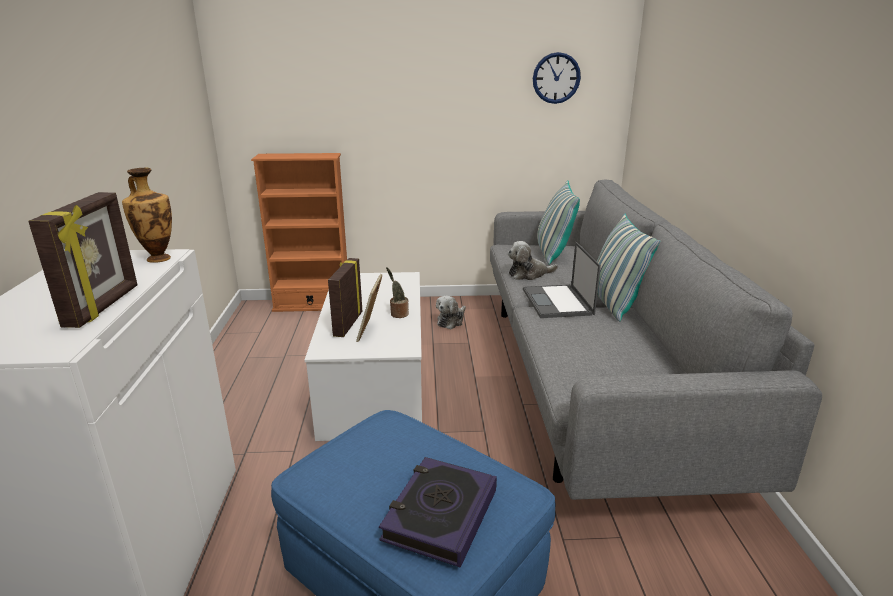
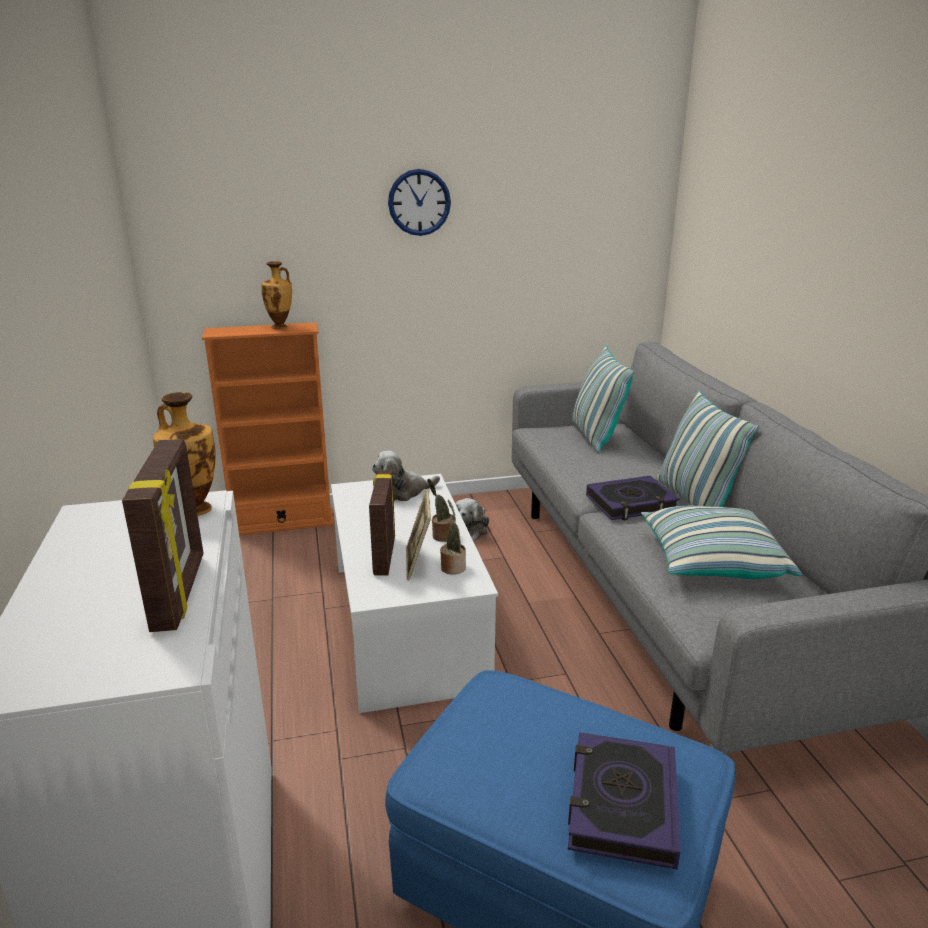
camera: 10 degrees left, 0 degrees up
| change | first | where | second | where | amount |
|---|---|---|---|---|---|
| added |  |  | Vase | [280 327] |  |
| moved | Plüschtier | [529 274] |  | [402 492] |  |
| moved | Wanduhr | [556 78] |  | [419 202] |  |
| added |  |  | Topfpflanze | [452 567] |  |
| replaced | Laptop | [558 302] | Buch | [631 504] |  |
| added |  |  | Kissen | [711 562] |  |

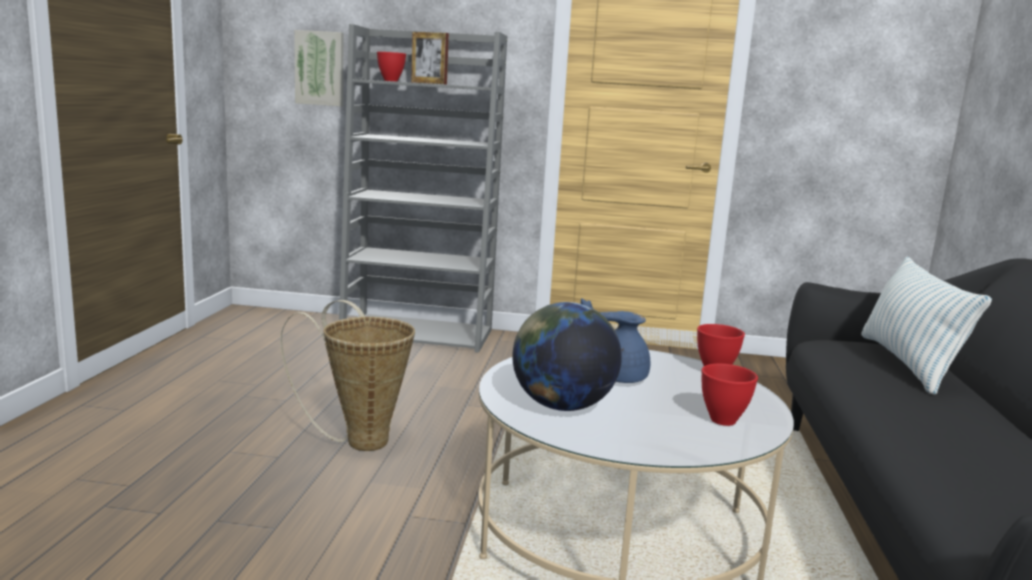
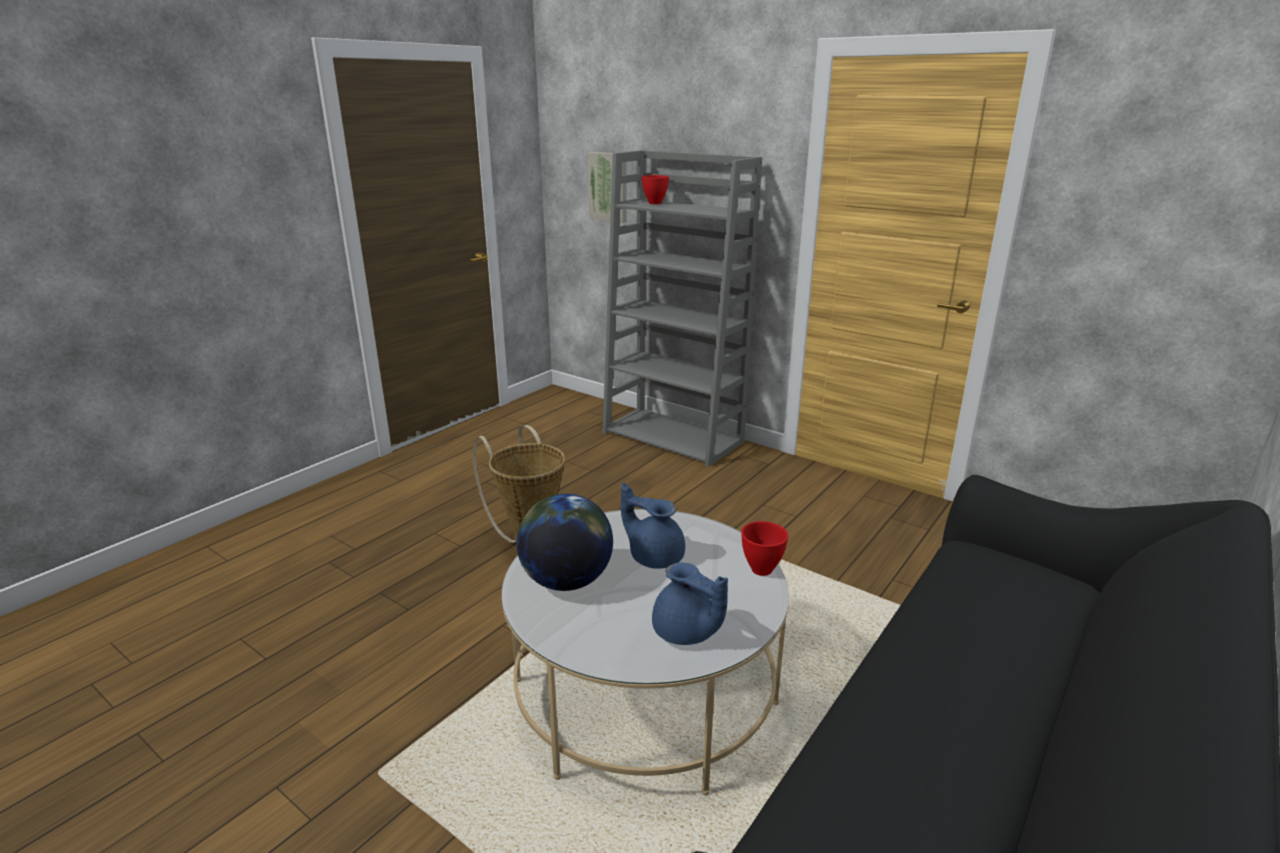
camera: 30 degrees right, 10 degrees up
| change | first | where | second | where | amount |
|---|---|---|---|---|---|
| replaced | Schüssel [rot] | [723 421] | Teekanne [blau] | [686 633] |  |
| removed | Bilderrahmen | [428 83] |  |  |  |
| removed | Kissen | [907 364] |  |  |  |

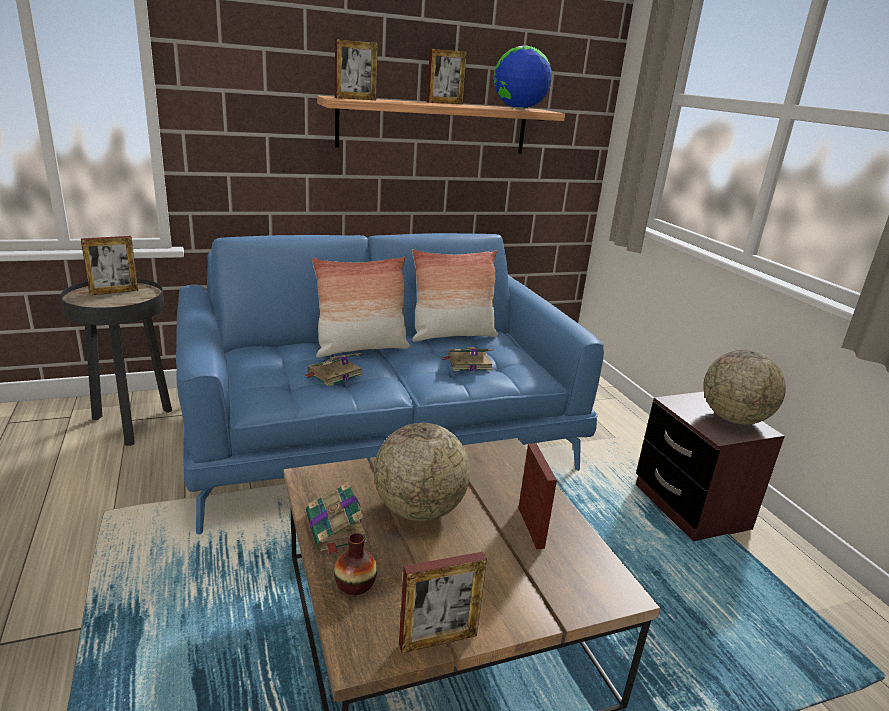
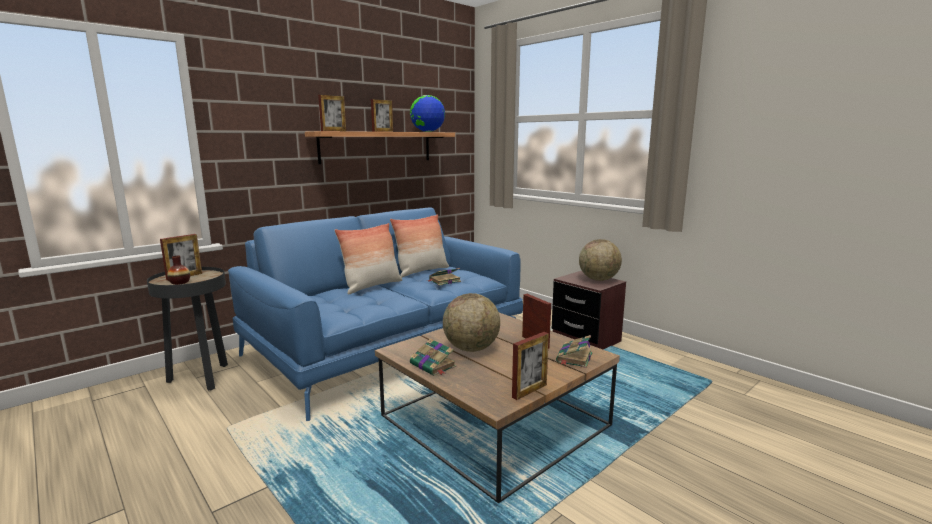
camera: 20 degrees left, 10 degrees down
| change | first | where | second | where | amount |
|---|---|---|---|---|---|
| moved | Vase | [355 584] |  | [180 282] |  |
| moved | Buch | [334 374] |  | [574 358] |  |

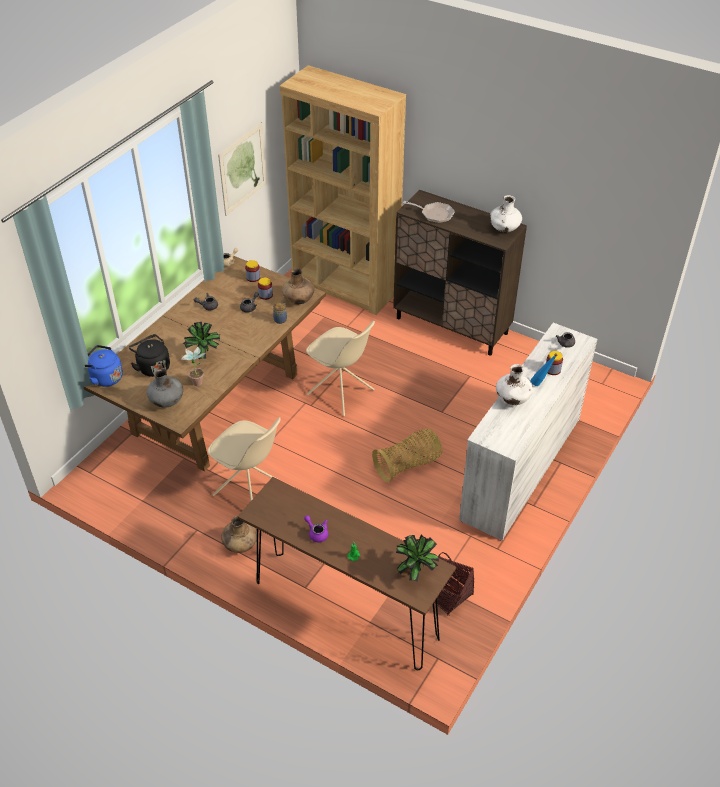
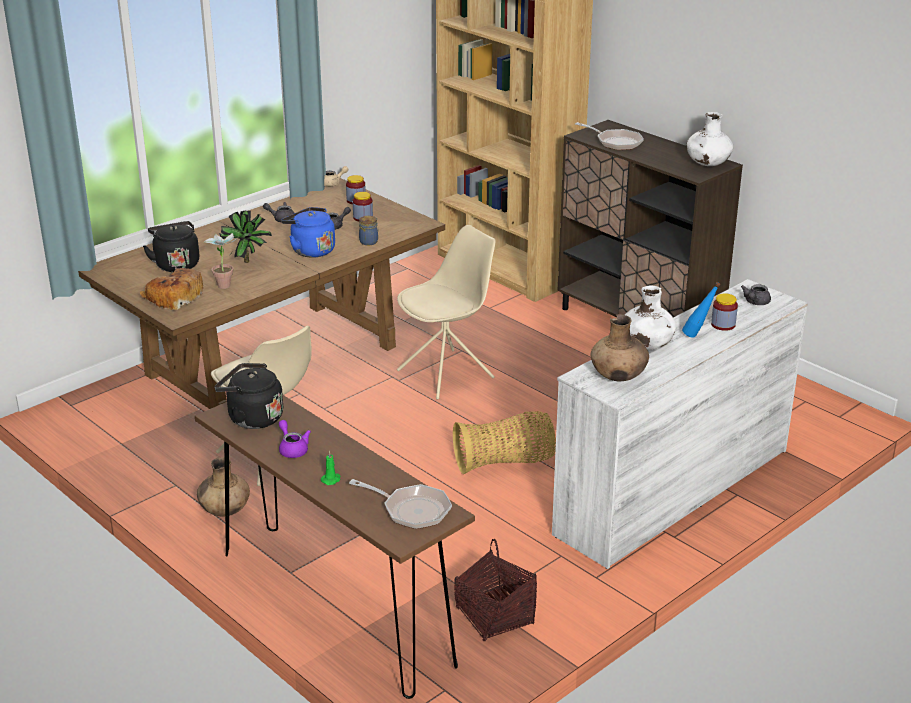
camera: 15 degrees right, 15 degrees down
| change | first | where | second | where | amount |
|---|---|---|---|---|---|
| replaced | Vase [grau] | [167 401] | Brot | [174 297] |  |
| added |  |  | Wasserkessel [schwarz] | [252 418] |  |
| moved | Wasserkessel [blau] | [104 378] |  | [310 250] |  |
| replaced | Topfpflanze | [415 571] | Pfanne | [411 510] |  |
| turned | Stuhl [beige] | [341 393] |  | [447 374] | 90 degrees counterclockwise |
| moved | Vase [braun] | [299 300] |  | [618 376] |  |
| removed | Bild | [242 169] |  |  |  |

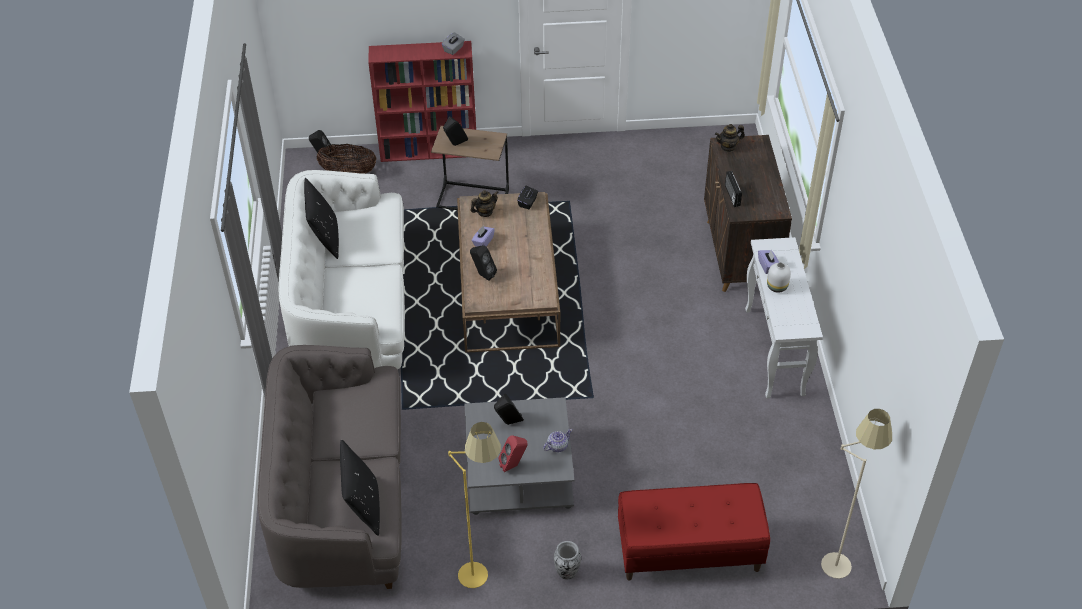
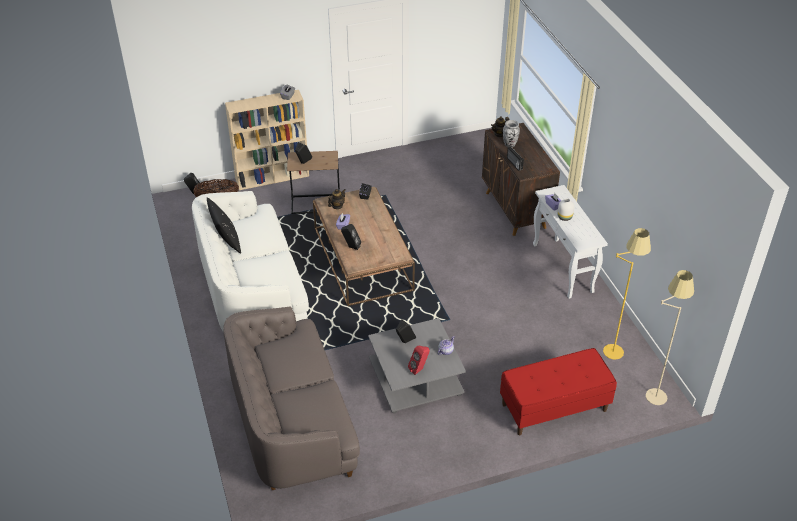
camera: 15 degrees left, 5 degrees down
| change | first | where | second | where | amount |
|---|---|---|---|---|---|
| recoloured | Bücherregal [rot] | [430 150] | Bücherregal [beige] | [273 177] |  |
| moved | Vase | [567 573] |  | [510 145] |  |
| moved | Stehlampe [gelb] | [481 565] |  | [615 345] |  |
| removed | Kissen [schwarz] | [363 507] |  |  |  |

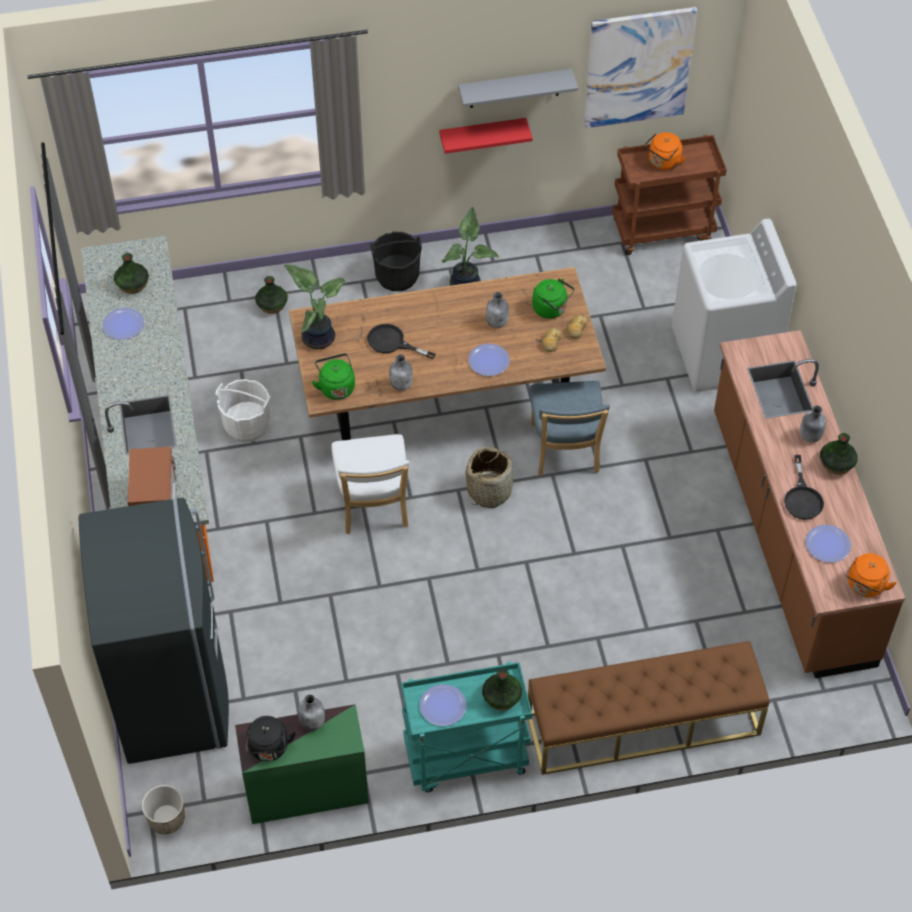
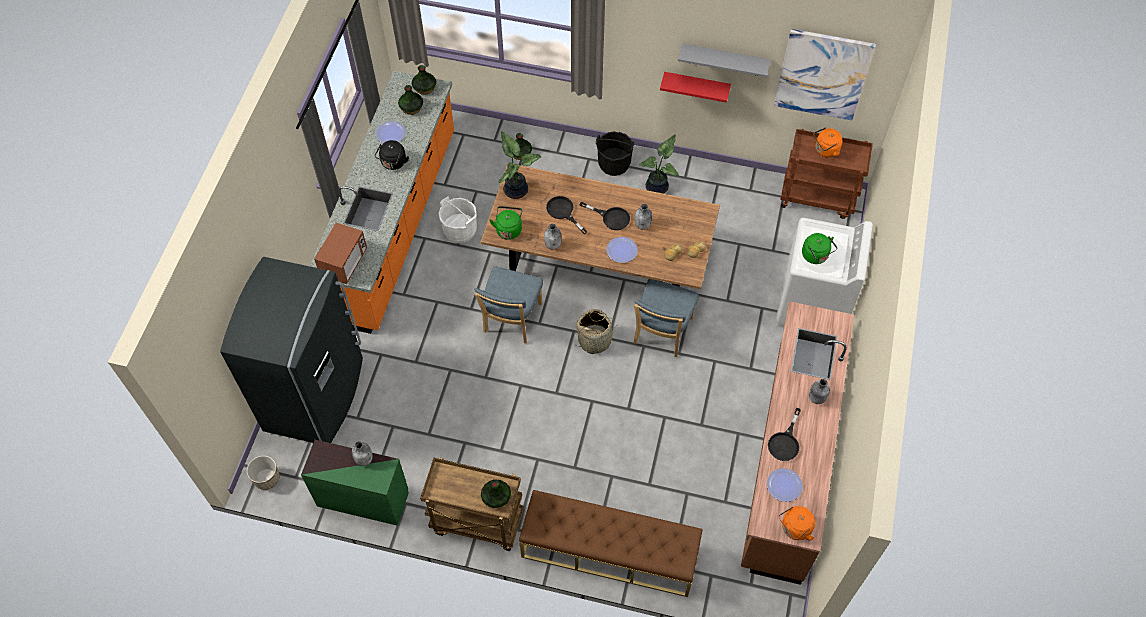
camera: 25 degrees right, 5 degrees up
| change | first | where | second | where | amount |
|---|---|---|---|---|---|
| moved | Wasserkessel [schwarz] | [269 749] |  | [393 163] |  |
| moved | Vase | [836 464] |  | [424 88] |  |
| recoloured | Rollwagen [türkis] | [465 758] | Rollwagen [braun] | [476 523] |  |
| recoloured | Stuhl [weiß] | [373 507] | Stuhl [blau] | [511 320] |  |
| added |  |  | Pfanne [schwarz] | [611 217] |  |
| moved | Wasserkessel [grün] | [551 309] |  | [816 256] |  |
| removed | Teller | [443 706] |  |  |  |

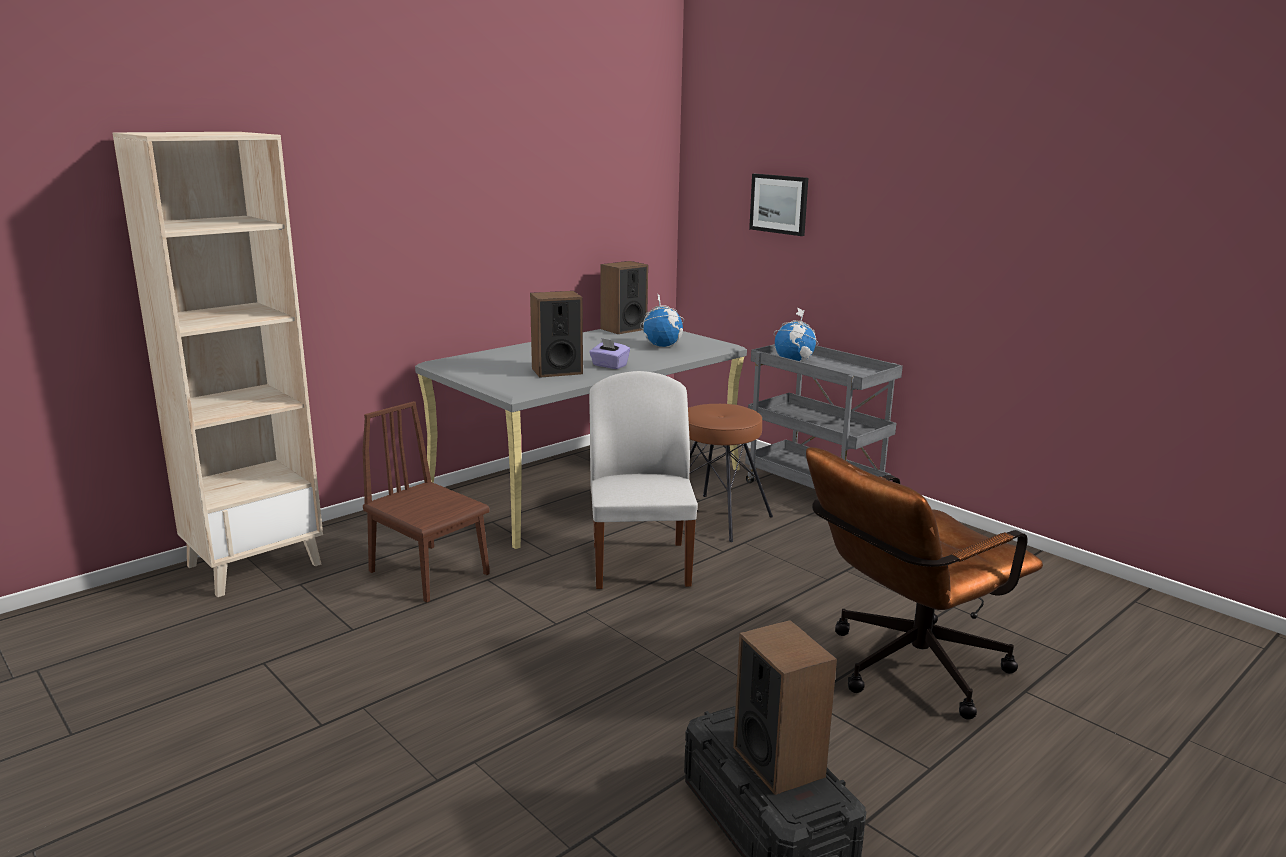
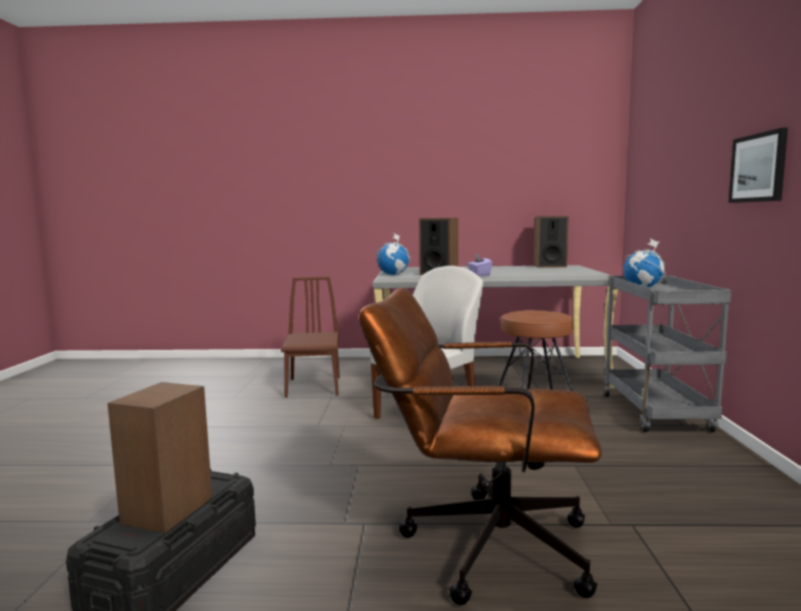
camera: 45 degrees right, 10 degrees down
| change | first | where | second | where | amount |
|---|---|---|---|---|---|
| moved | Globus | [662 346] |  | [393 274] |  |
| moved | Bild | [779 204] |  | [758 168] |  |
| removed | Bücherregal [beige] | [255 564] |  |  |  |

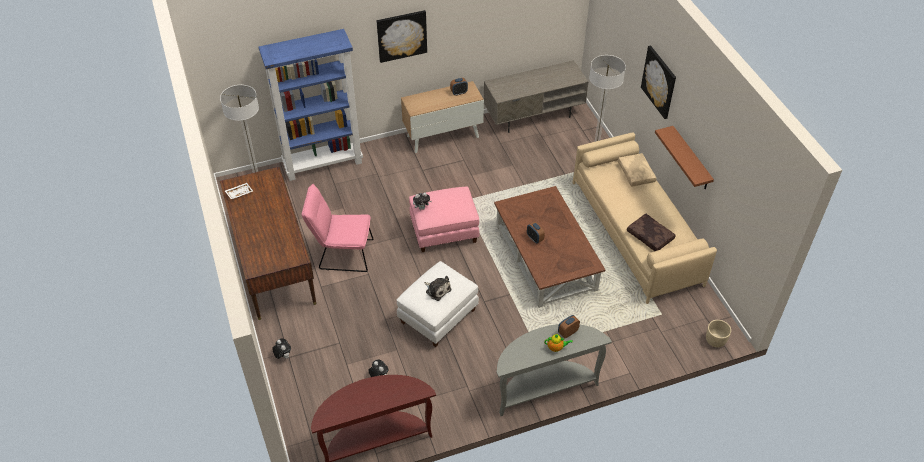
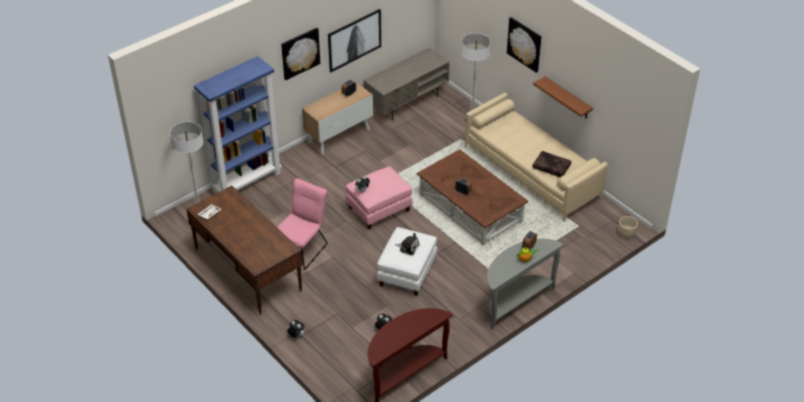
camera: 20 degrees left, 5 degrees down
| change | first | where | second | where | amount |
|---|---|---|---|---|---|
| turned | Stuhl [rosa] | [342 254] |  | [302 247] | 135 degrees clockwise |
| added |  |  | Bild | [354 39] |  |
| removed | Kissen [beige] | [636 173] |  |  |  |

